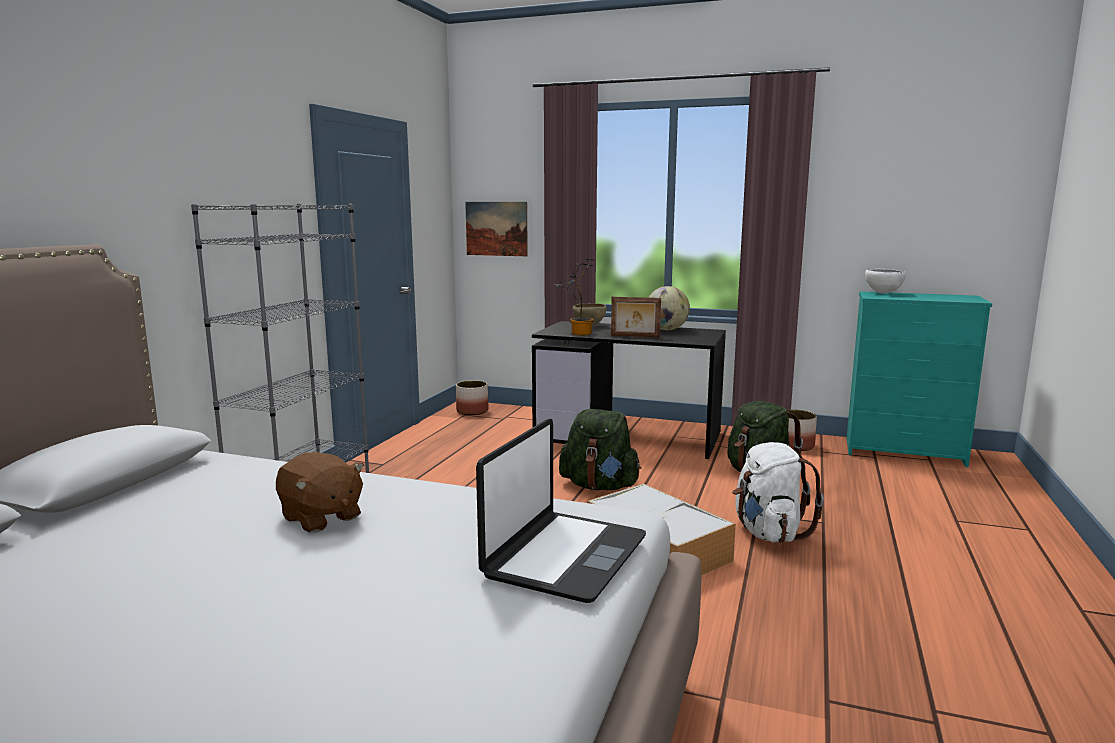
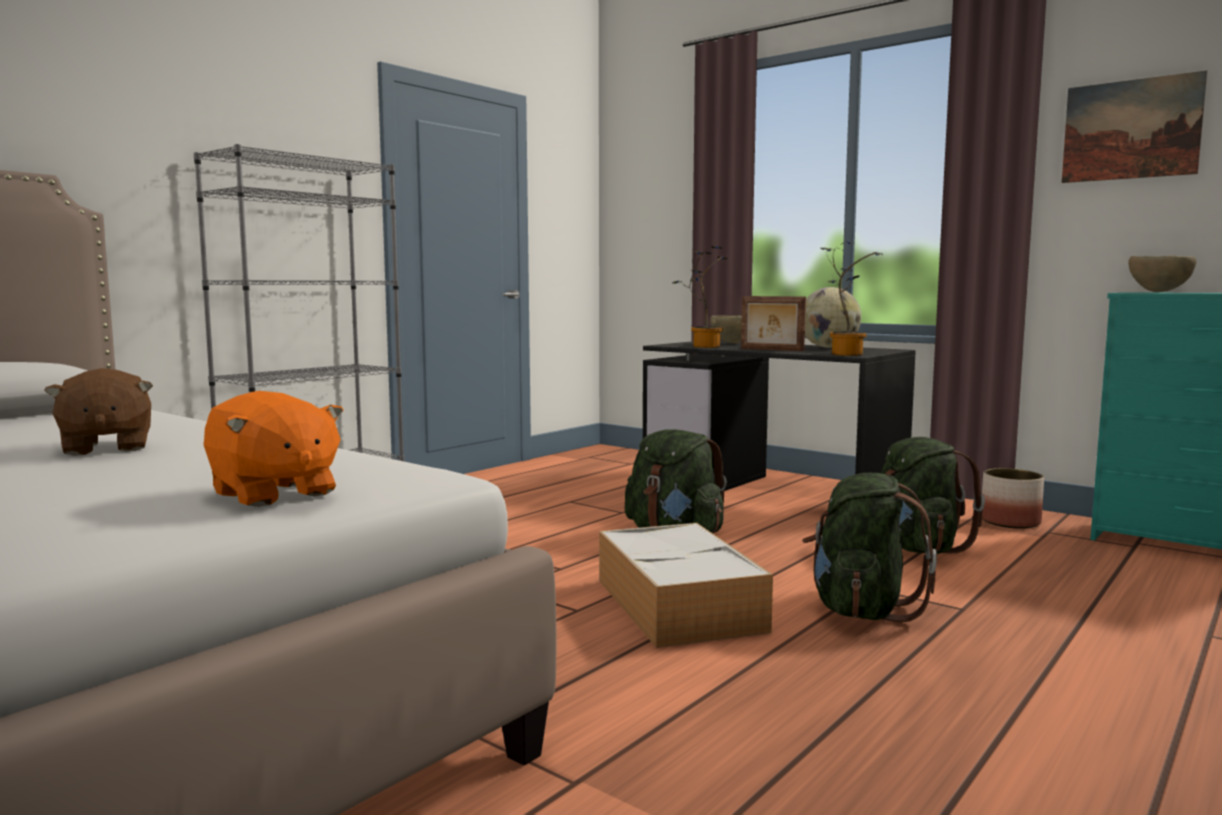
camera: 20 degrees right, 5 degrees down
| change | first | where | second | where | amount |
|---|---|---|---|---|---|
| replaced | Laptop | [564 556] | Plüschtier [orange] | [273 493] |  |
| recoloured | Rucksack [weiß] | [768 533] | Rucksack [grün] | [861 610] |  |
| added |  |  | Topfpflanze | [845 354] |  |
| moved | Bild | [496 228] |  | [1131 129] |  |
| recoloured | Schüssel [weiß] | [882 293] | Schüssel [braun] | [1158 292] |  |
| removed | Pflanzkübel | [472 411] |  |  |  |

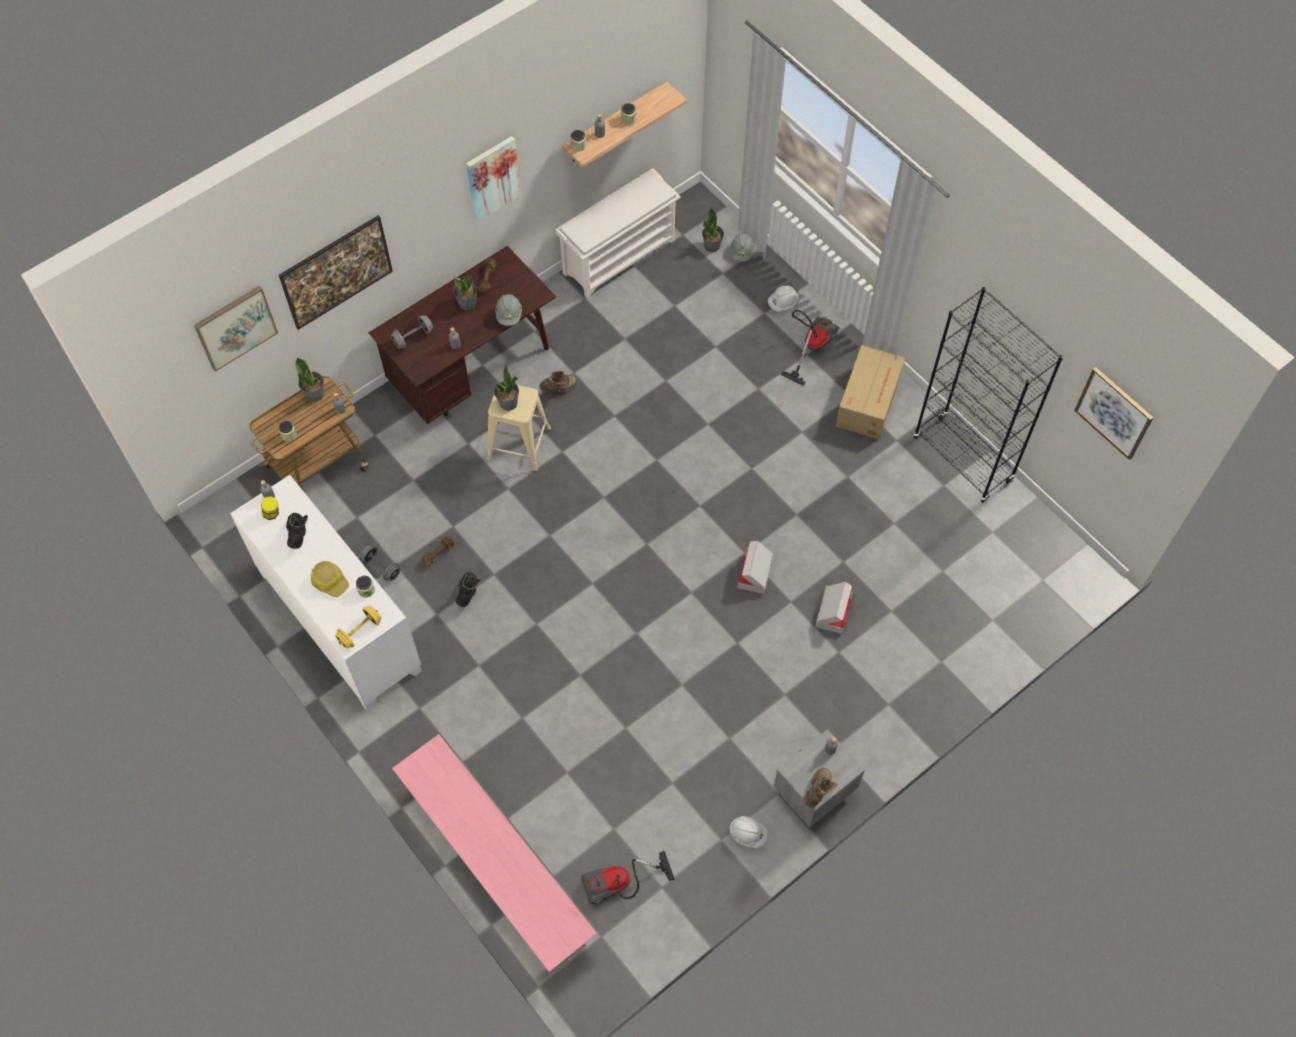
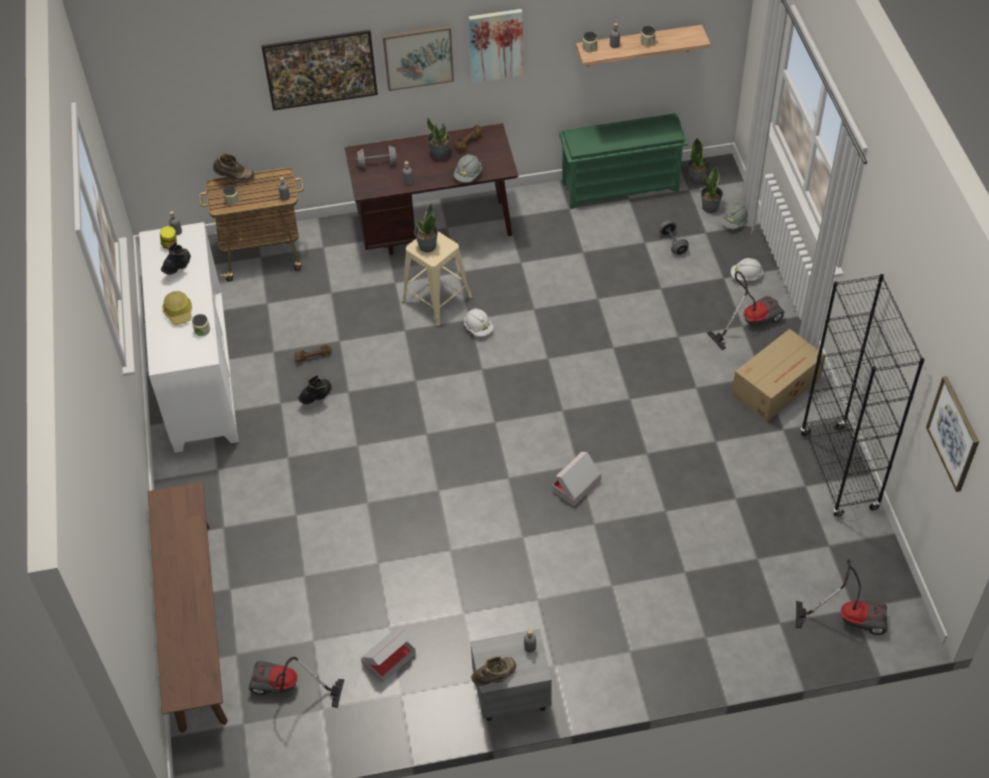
camera: 30 degrees right, 10 degrees down
| change | first | where | second | where | amount |
|---|---|---|---|---|---|
| recoloured | Bank [rosa] | [497 867] | Bank [braun] | [194 624] |  |
| moved | Stiefel [braun] | [559 389] |  | [235 179] |  |
| moved | Karton | [833 612] |  | [389 658] |  |
| moved | Bild | [235 327] |  | [418 57] |  |
| moved | Schutzhelm [weiß] | [748 834] |  | [478 328] |  |
| recoloured | Schuhregal [weiß] | [619 255] | Schuhregal [grün] | [621 186] |  |
| moved | Hantel [grau] | [381 567] |  | [673 244] |  |
| moved | Topfpflanze | [315 394] |  | [697 179] |  |
| added |  |  | Staubsauger | [849 617] |  |
| removed | Hantel [gelb] | [360 631] |  |  |  |

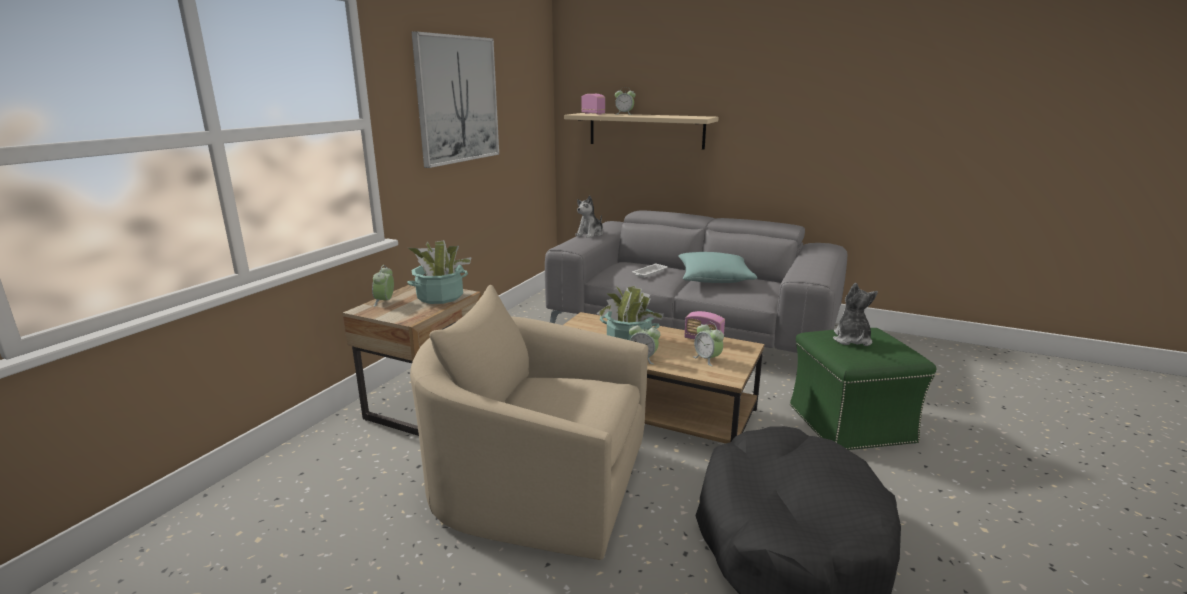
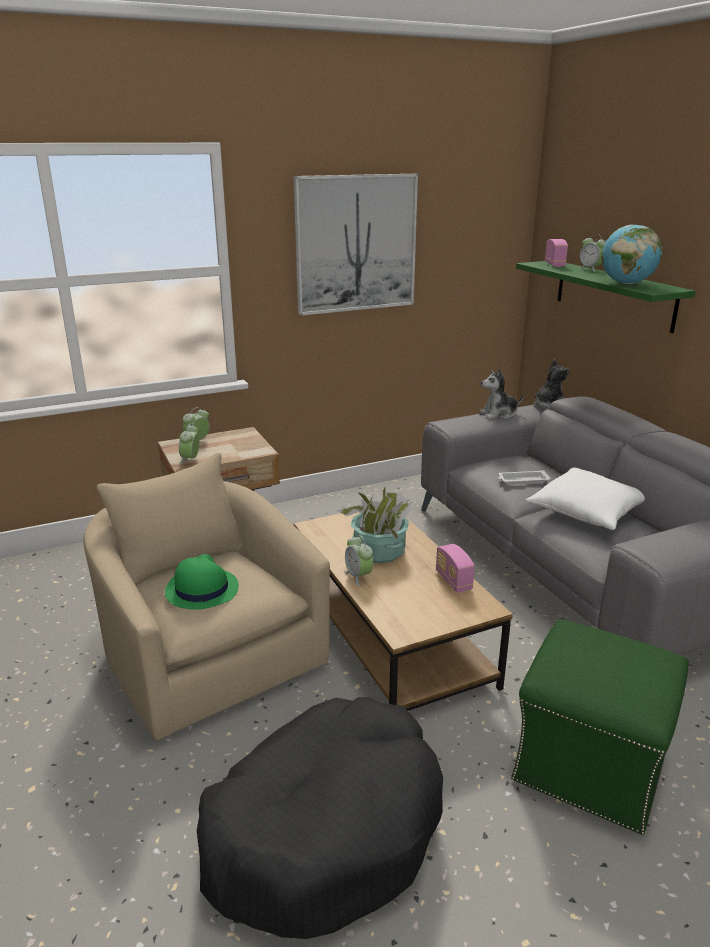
camera: 40 degrees right, 5 degrees up
| change | first | where | second | where | amount |
|---|---|---|---|---|---|
| added |  |  | Hut [grün] | [201 589] |  |
| moved | Wecker | [707 359] |  | [190 459] |  |
| recoloured | Wandregal [beige] | [646 130] | Wandregal [grün] | [613 294] |  |
| recoloured | Kissen [türkis] | [714 279] | Kissen [weiß] | [588 512] |  |
| moved | Plüschtier | [851 340] |  | [548 406] |  |
| added |  |  | Globus | [626 283] |  |
| removed | Topfpflanze | [440 297] |  |  |  |

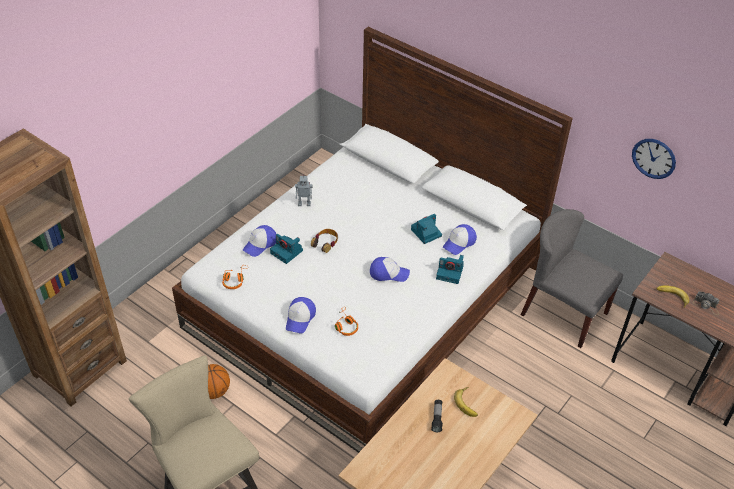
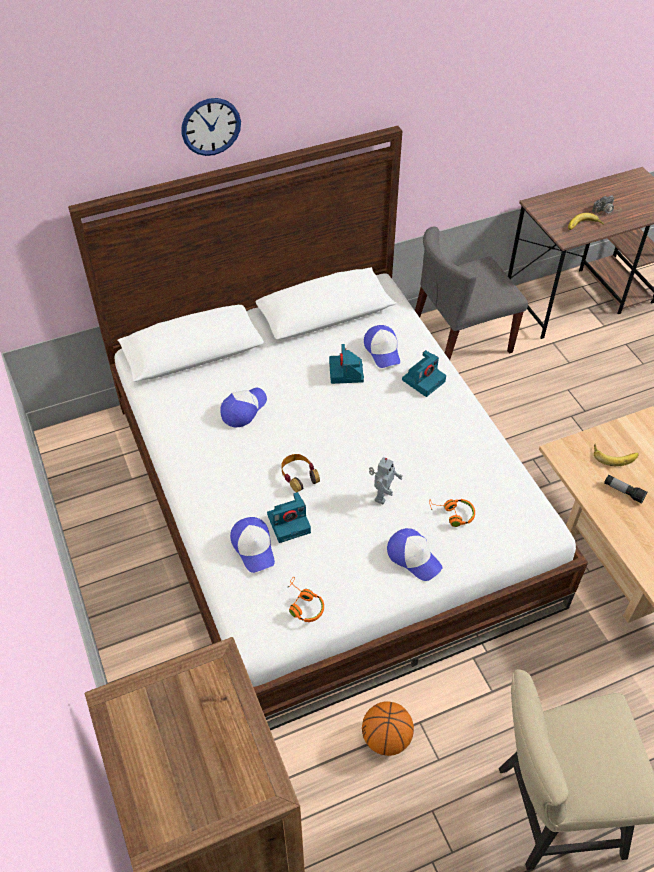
camera: 60 degrees left, 5 degrees up
| change | first | where | second | where | amount |
|---|---|---|---|---|---|
| moved | Wanduhr | [653 158] |  | [211 126] |  |
| moved | Kappe | [388 273] |  | [243 409] |  |
| moved | Spielzeugroboter | [304 203] |  | [381 495] |  |

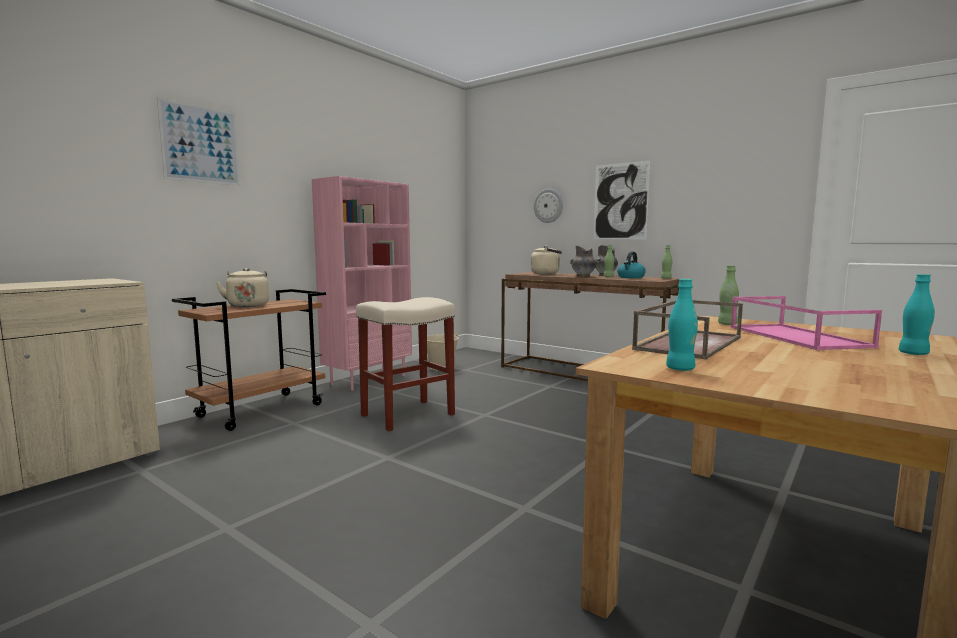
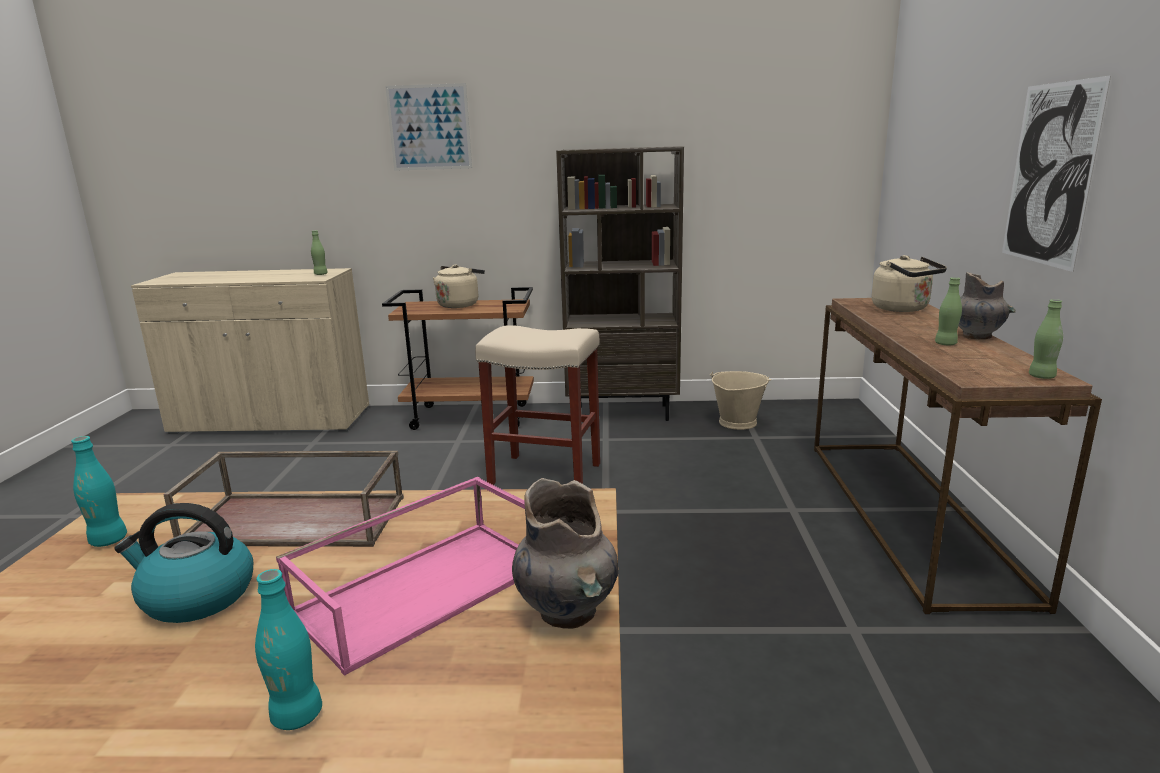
camera: 55 degrees right, 10 degrees up
| change | first | where | second | where | amount |
|---|---|---|---|---|---|
| moved | Wasserkessel | [631 277] |  | [196 597] |  |
| moved | Flasche [grün] | [727 324] |  | [321 274] |  |
| moved | Vase [grau] | [583 276] |  | [568 613] |  |
| recoloured | Bücherregal [rosa] | [368 380] | Bücherregal [braun] | [623 413] |  |
| removed | Wanduhr | [548 206] |  |  |  |

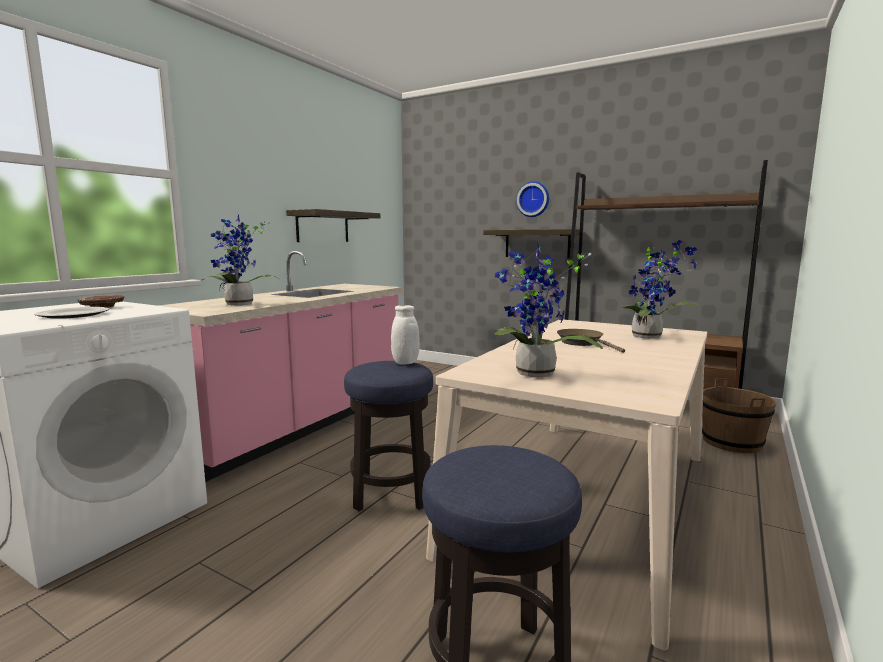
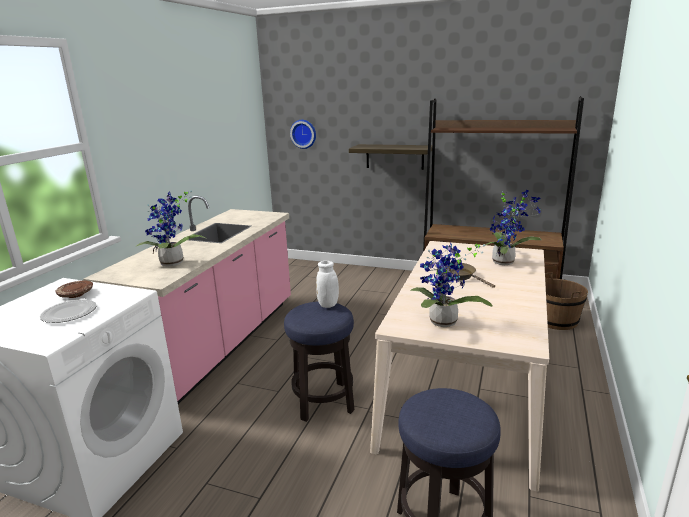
camera: 10 degrees left, 10 degrees up
| change | first | where | second | where | amount |
|---|---|---|---|---|---|
| moved | Wanduhr | [533 199] |  | [304 134] |  |
| removed | Wandregal | [323 227] |  |  |  |

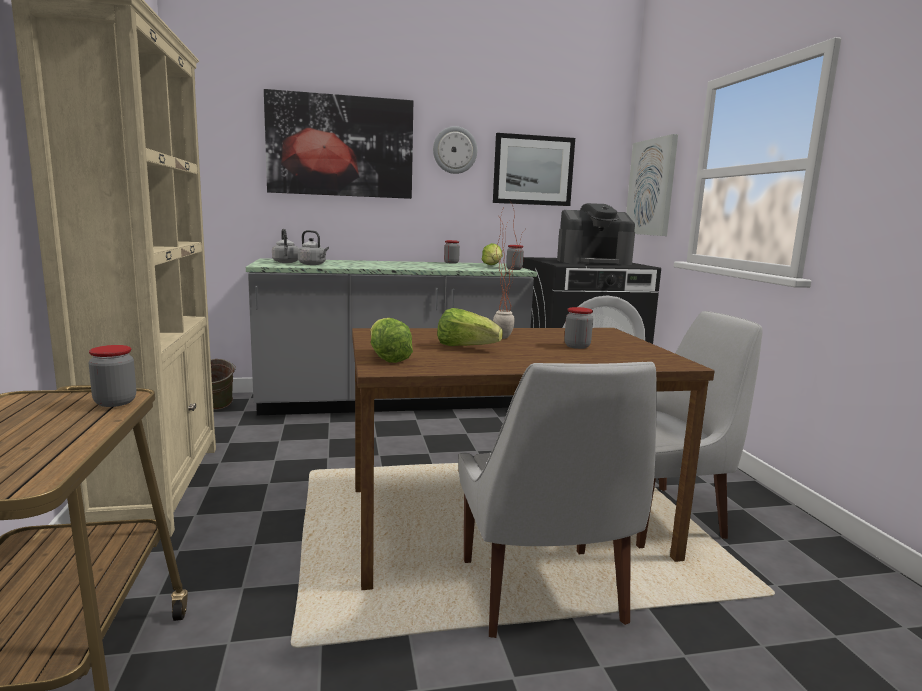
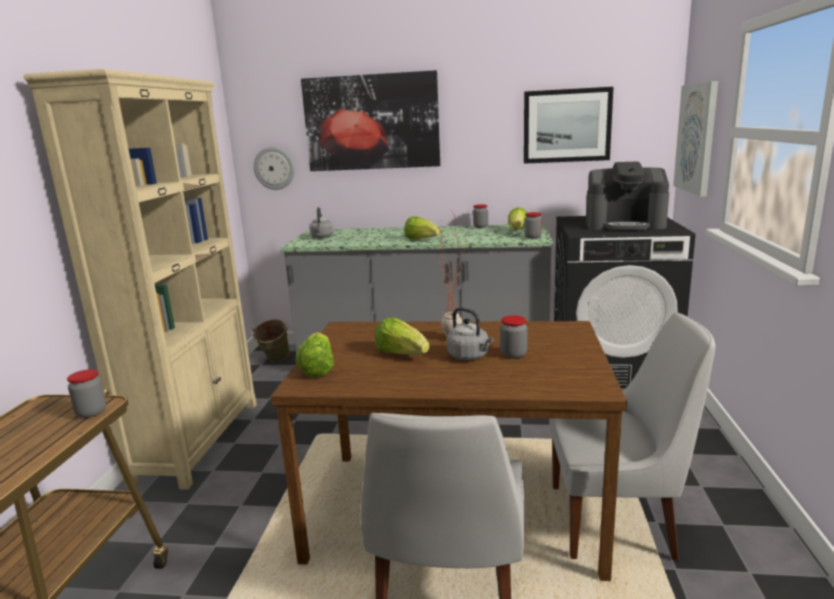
camera: 20 degrees right, 5 degrees up
| change | first | where | second | where | amount |
|---|---|---|---|---|---|
| moved | Wanduhr | [455 150] |  | [274 168] |  |
| added |  |  | Salatkopf | [421 239] |  |
| moved | Wasserkessel [grau] | [313 264] |  | [470 356] |  |

